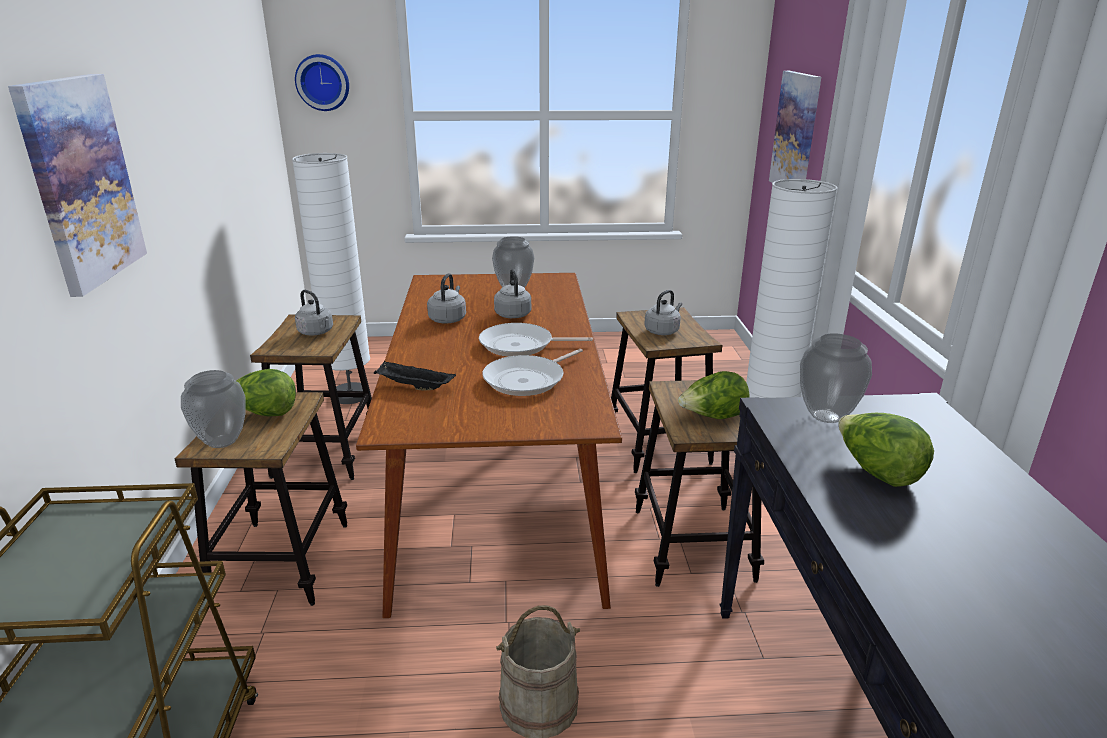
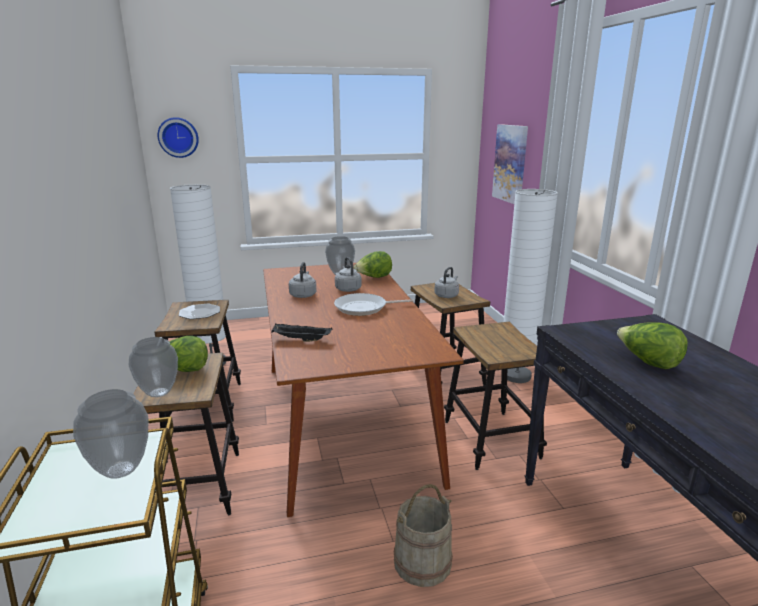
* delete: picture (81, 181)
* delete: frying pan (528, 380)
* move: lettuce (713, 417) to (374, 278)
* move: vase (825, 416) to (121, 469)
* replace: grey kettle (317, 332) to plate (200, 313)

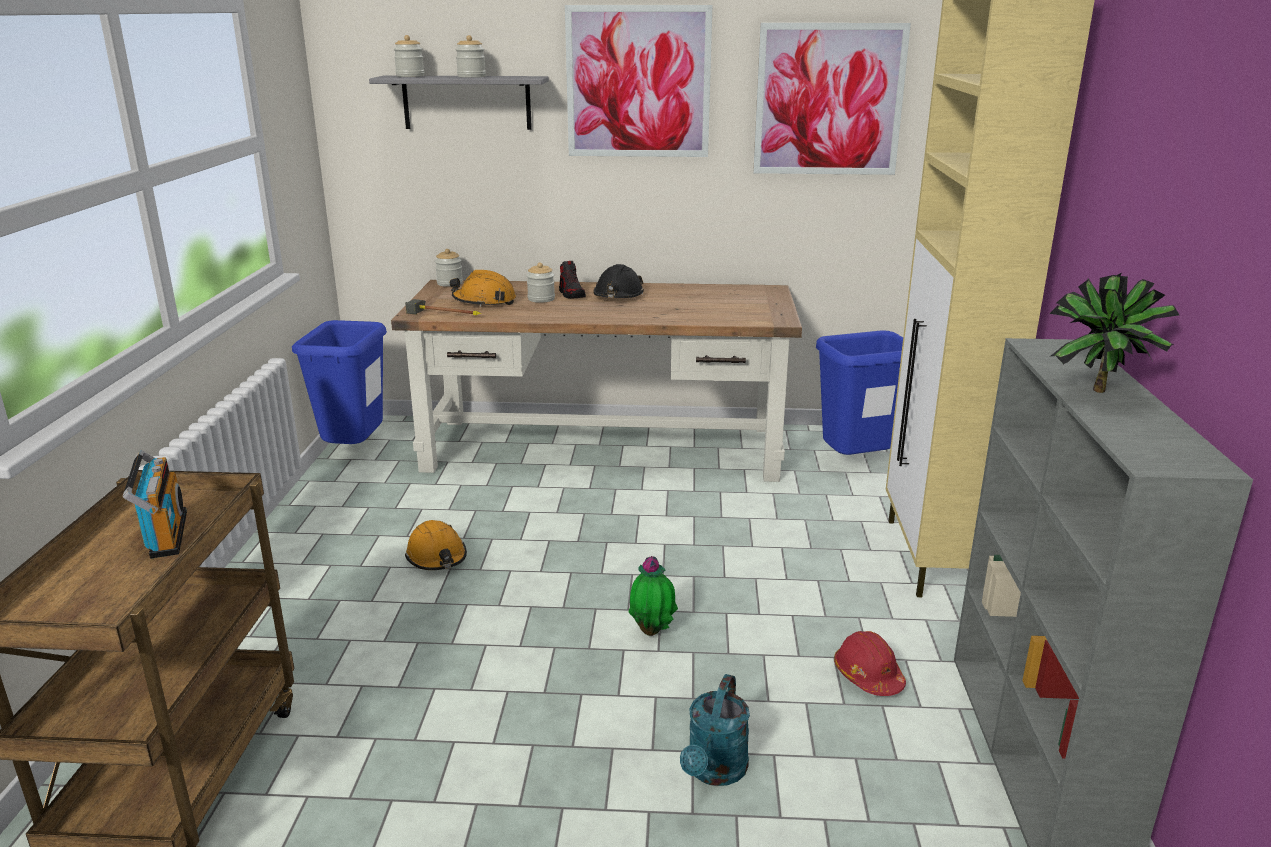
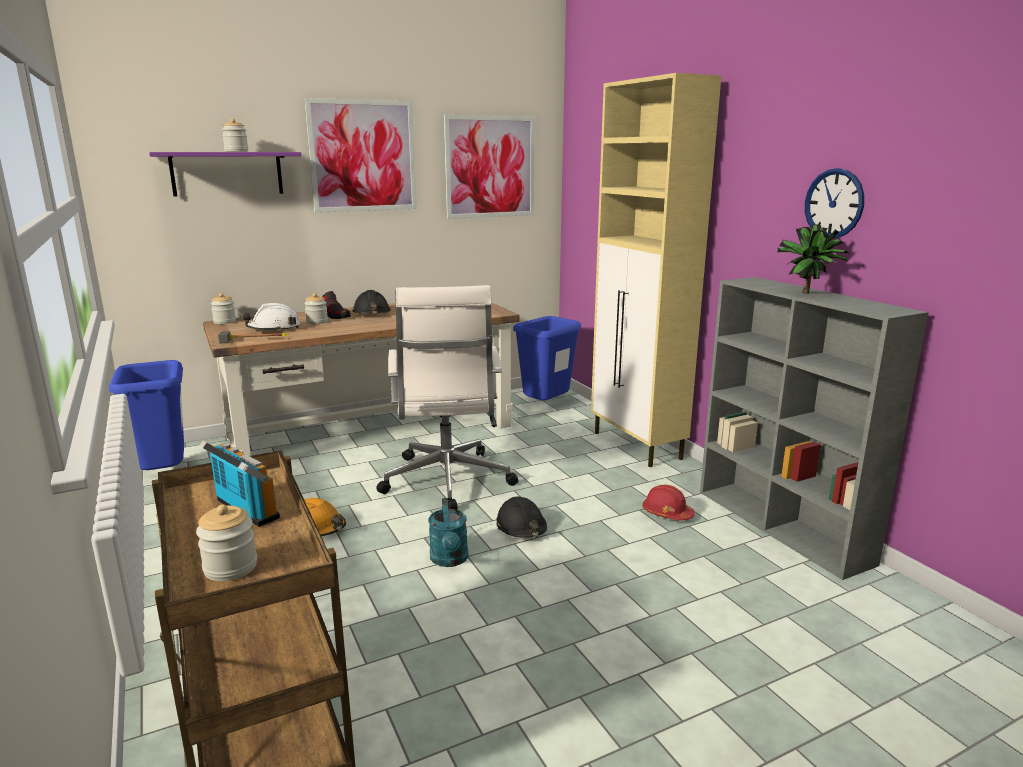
* insert: white office chair (447, 481)
* insert: wall clock (834, 203)
* move: jar (410, 76) to (230, 567)
* move: turquoise watering can (714, 772) to (450, 560)
* replace: potted plant (652, 631) to black hard hat (521, 527)
* recolor: grey shelf (467, 102) to purple shelf (227, 173)
* recolor: orange hard hat (484, 301) to white hard hat (273, 328)

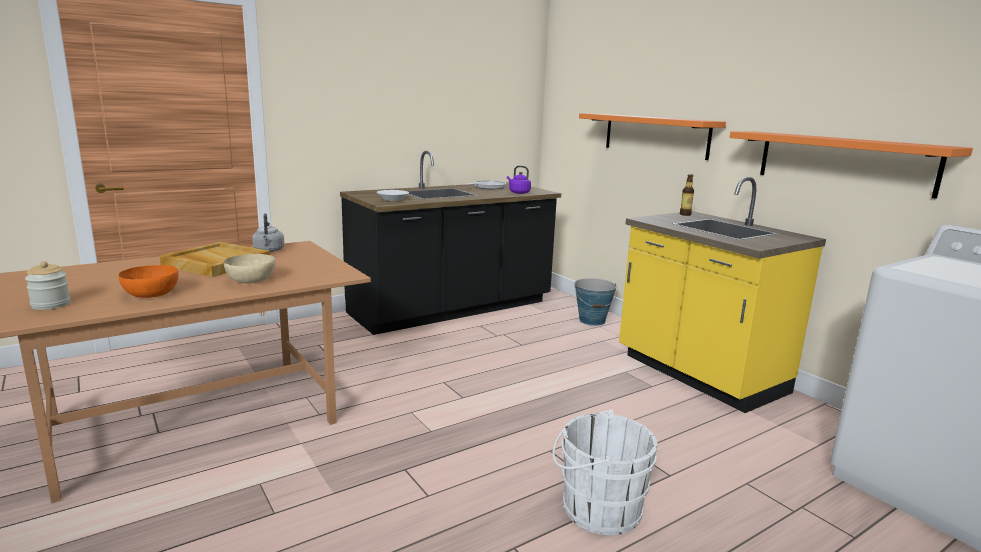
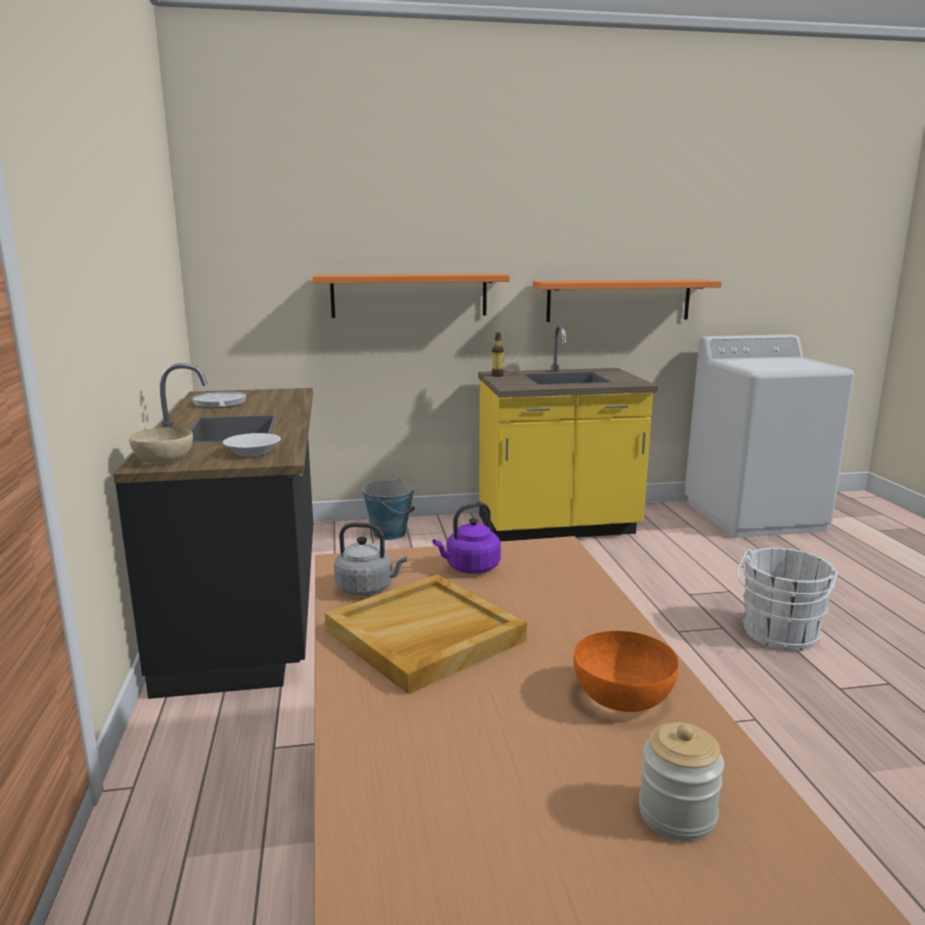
* move: beige bowl (251, 280) to (164, 460)
* move: purple kettle (518, 192) to (470, 568)

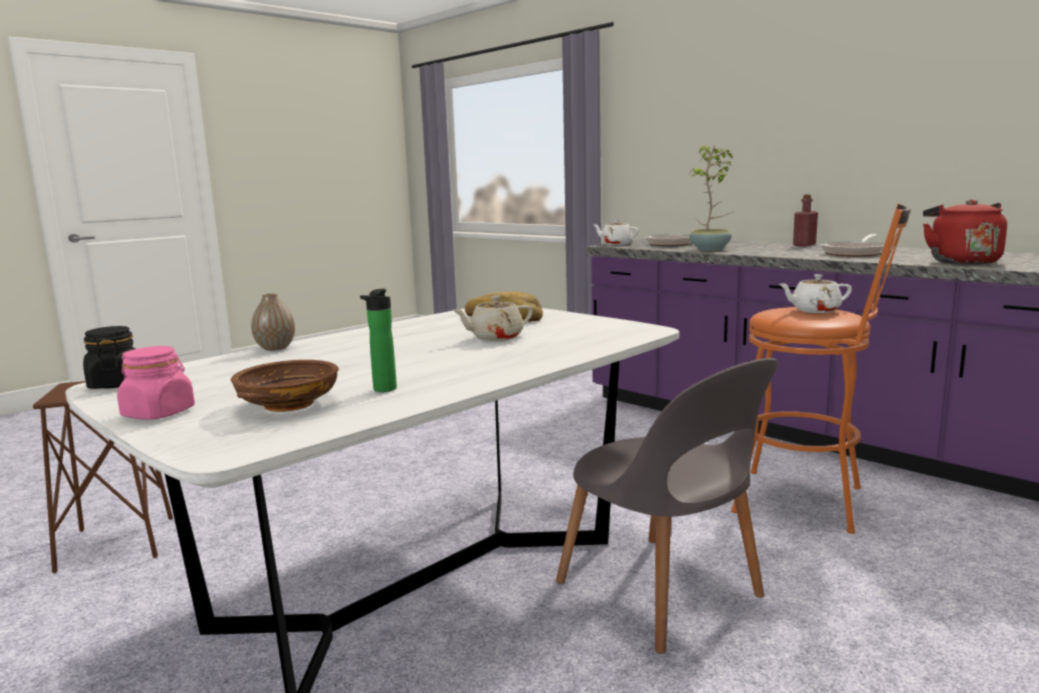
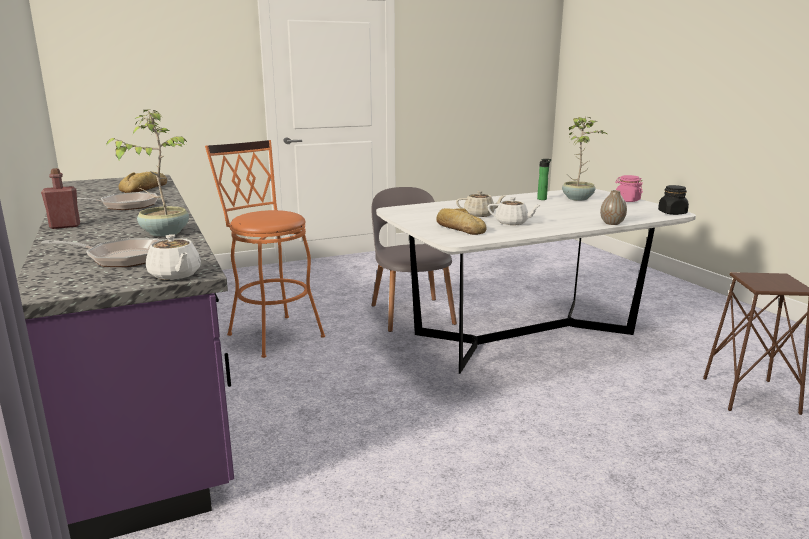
* move: white teapot (814, 310) to (512, 223)
* replace: brown bowl (289, 404) to potted plant (578, 198)
* replace: red kettle (961, 262) to bread (146, 188)

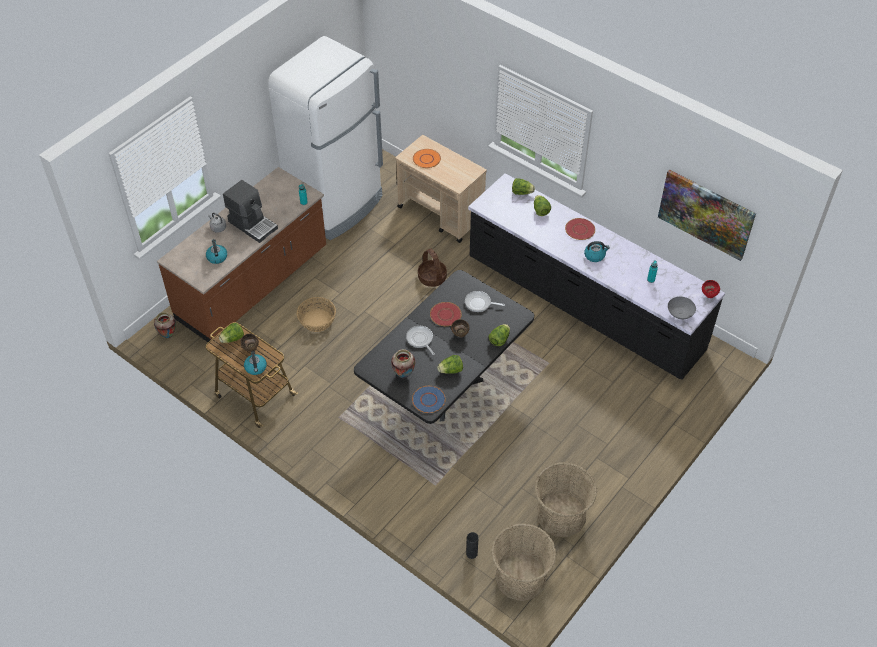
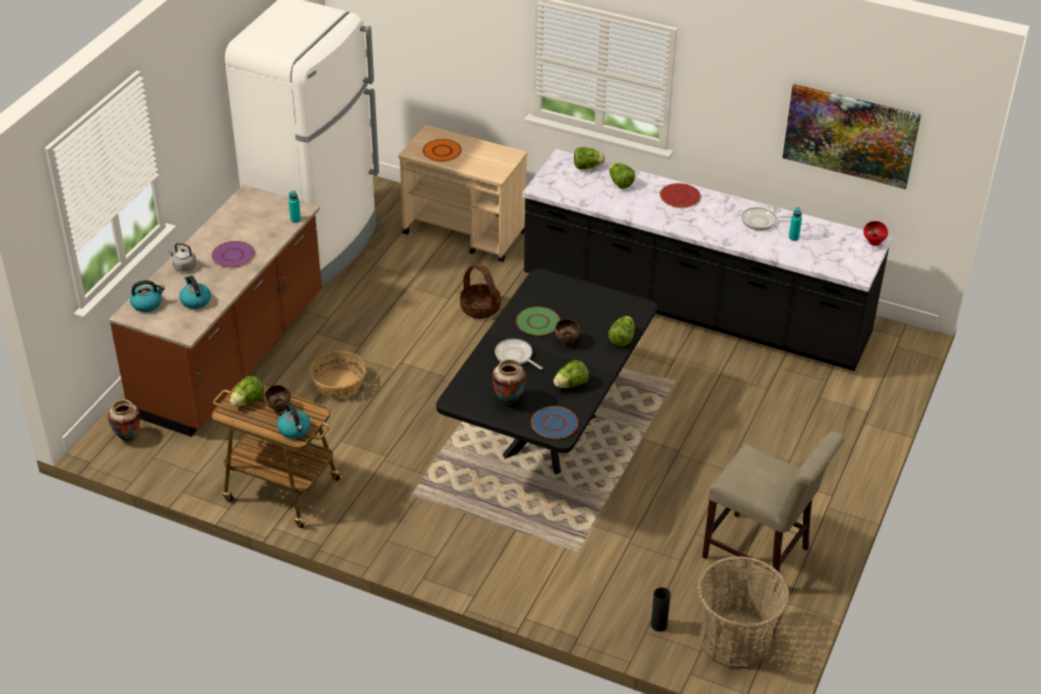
* delete: grey bowl (680, 313)
* move: frying pan (479, 303) to (761, 221)
* move: kettle (595, 255) to (147, 304)
* replace: coffee machine (253, 224) to purple plate (233, 255)
* replace: basket (561, 515) to beige chair (761, 555)
* recolor: red plate (445, 315) to green plate (538, 322)

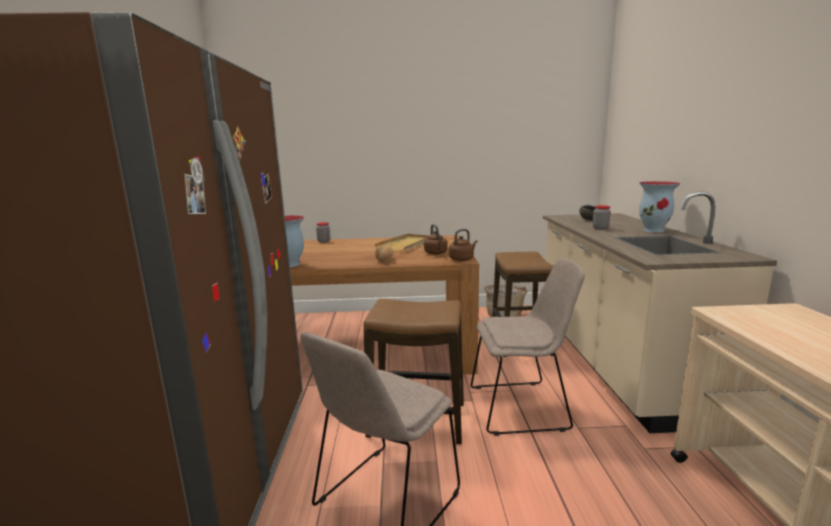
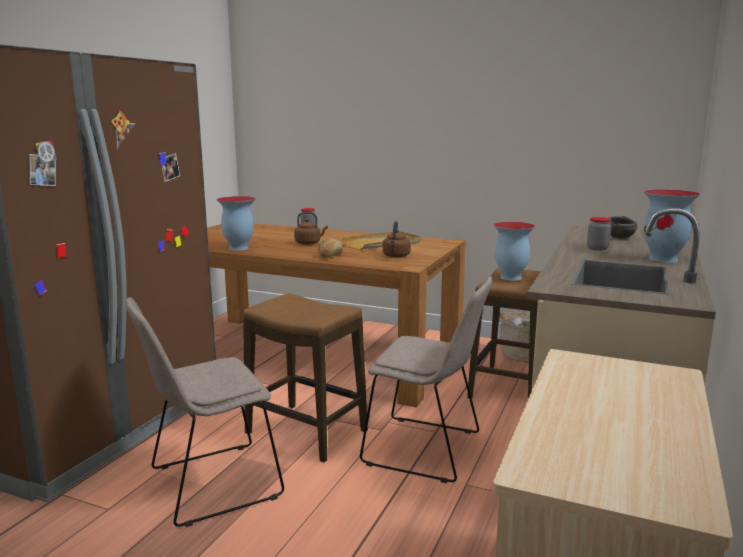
* insert: vase (510, 278)
* move: brown kettle (462, 259) to (309, 243)

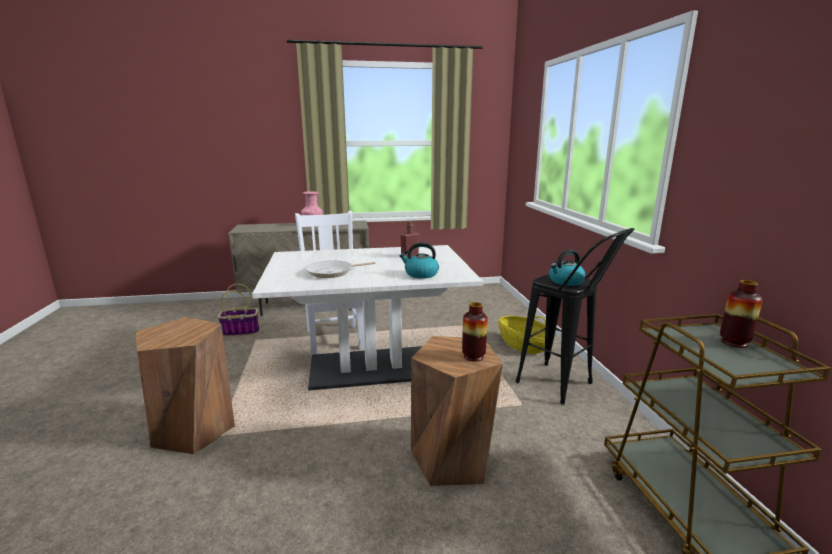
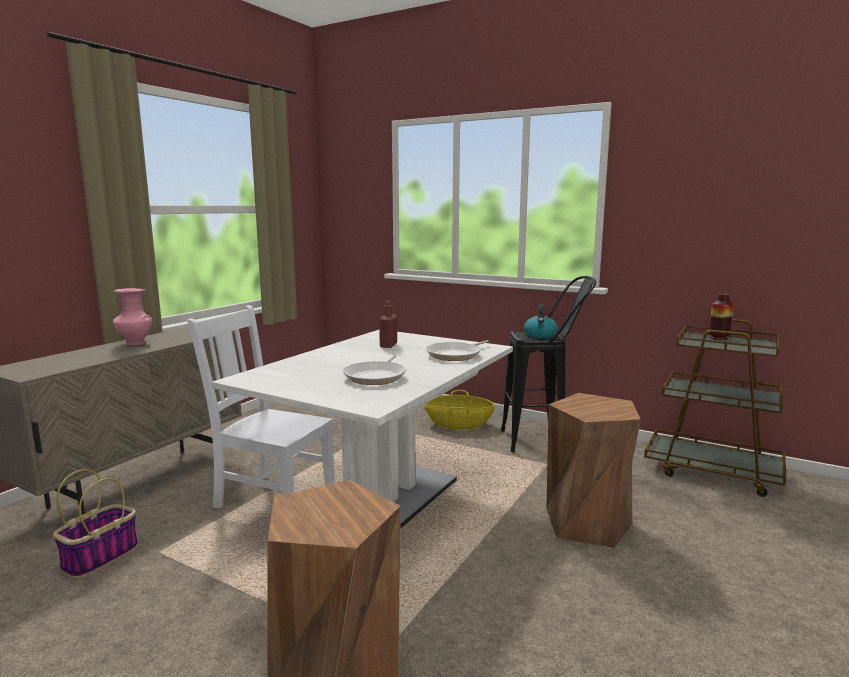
* delete: vase (473, 356)
* replace: kettle (420, 274) to frying pan (456, 355)

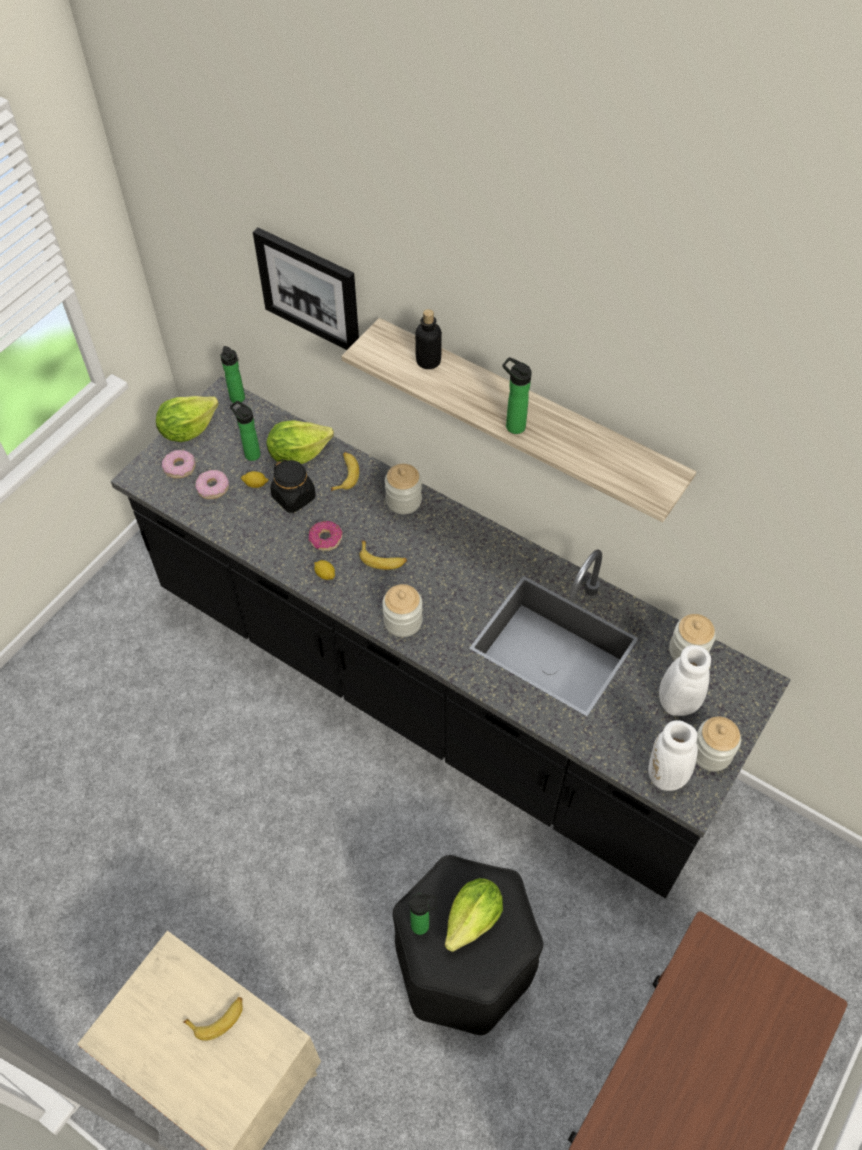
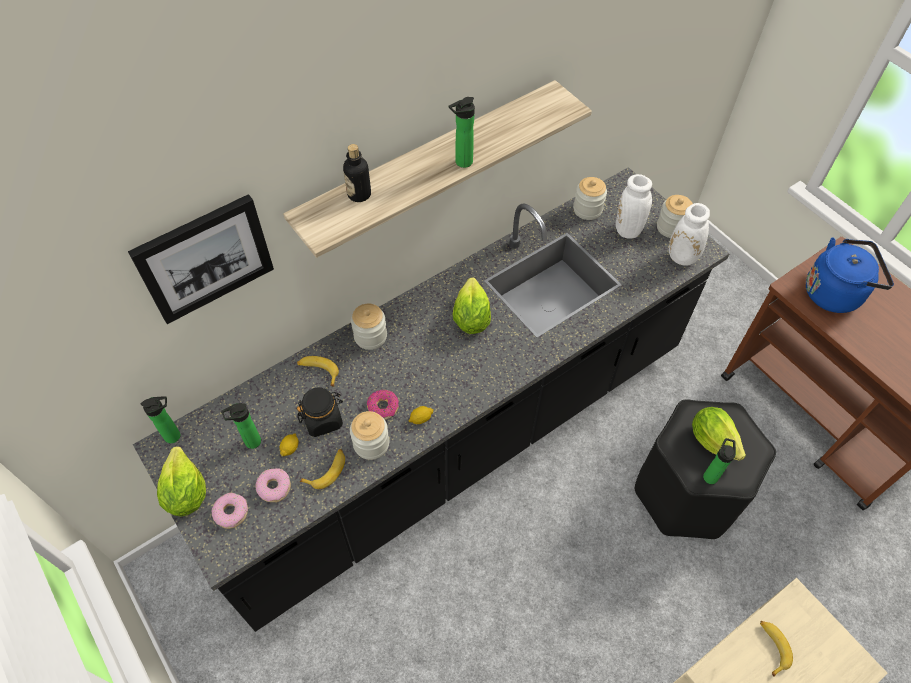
* insert: blue kettle (835, 293)
* move: lettuce (298, 454) to (471, 318)
* move: banana (382, 559) to (327, 471)
* move: jar (403, 621) to (371, 444)

